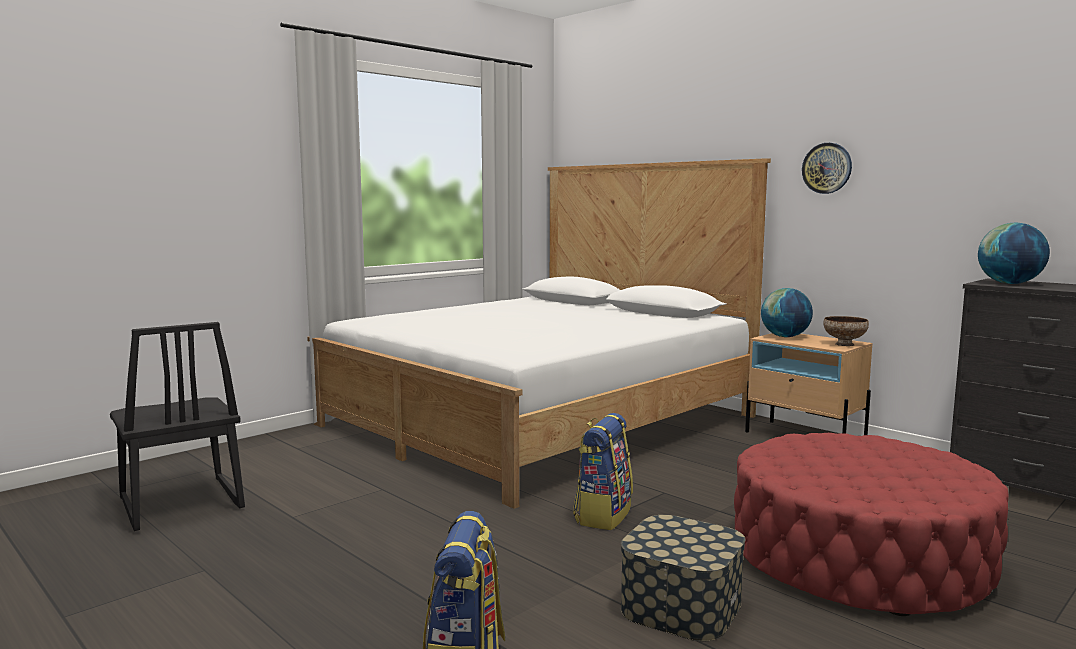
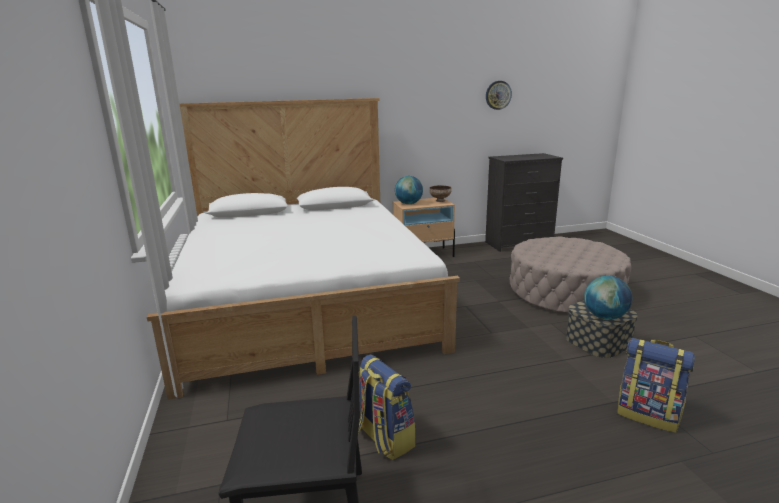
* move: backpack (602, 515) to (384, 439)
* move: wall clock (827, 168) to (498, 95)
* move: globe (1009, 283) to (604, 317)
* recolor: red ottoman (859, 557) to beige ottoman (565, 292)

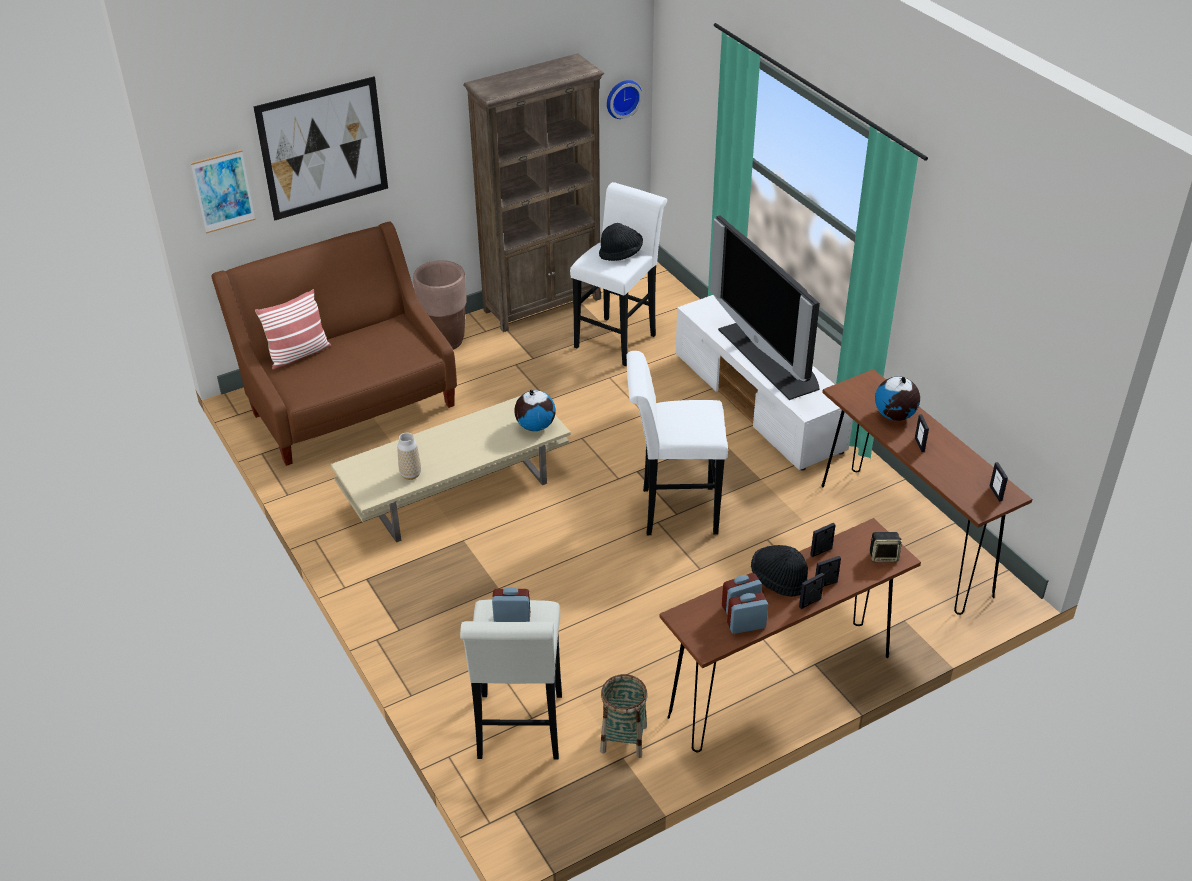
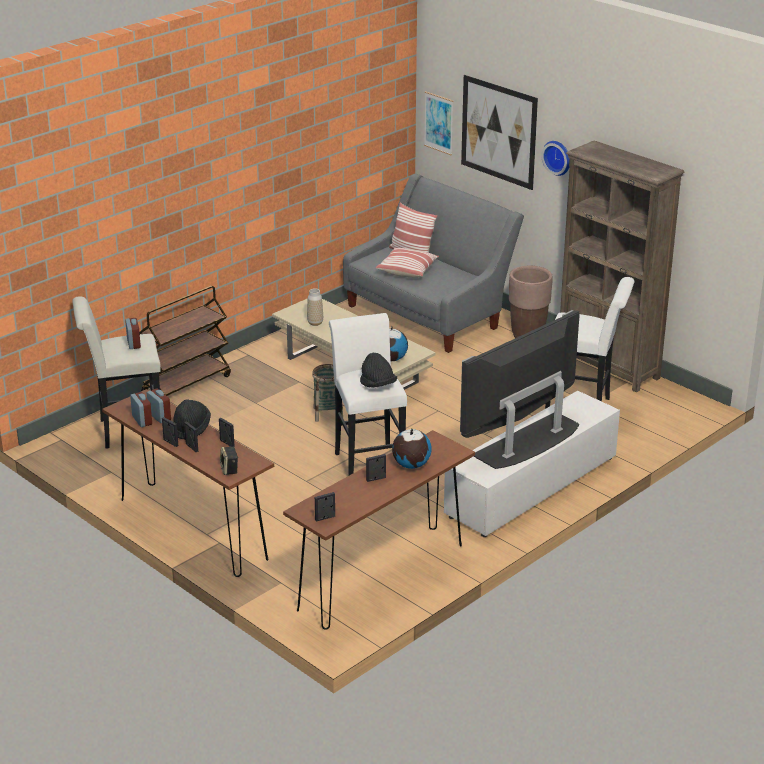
* insert: brown cart (186, 384)
* insert: pillow (407, 270)
* move: black hat (621, 253) to (377, 385)
* move: basket (623, 738) to (328, 414)
* move: wall clock (622, 98) to (558, 157)
* recolor: brown sofa (349, 403) to grey sofa (429, 313)

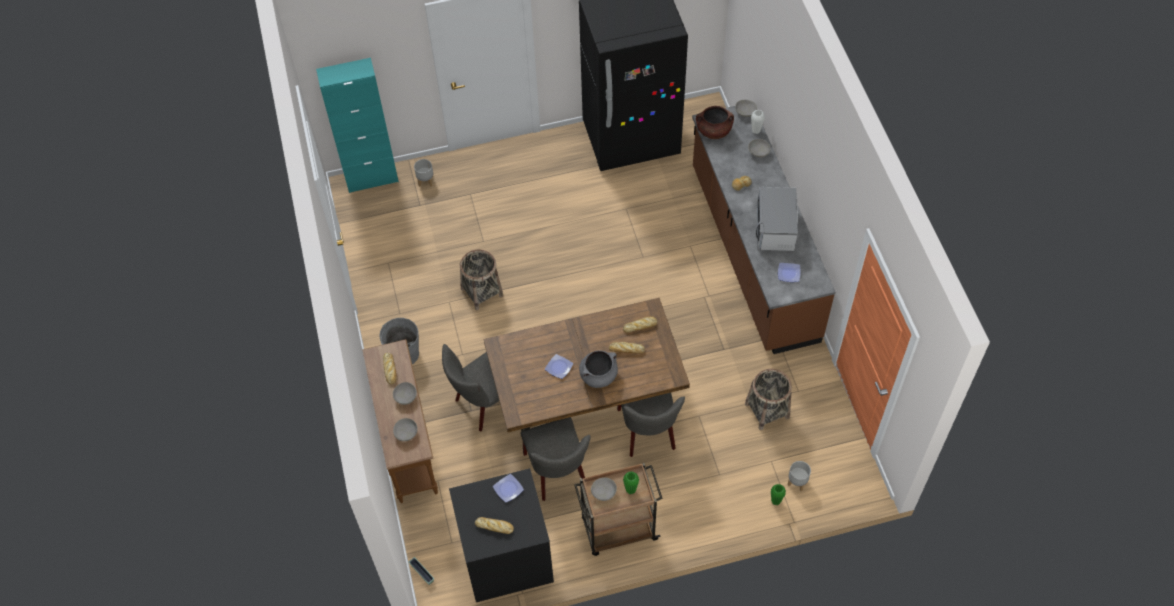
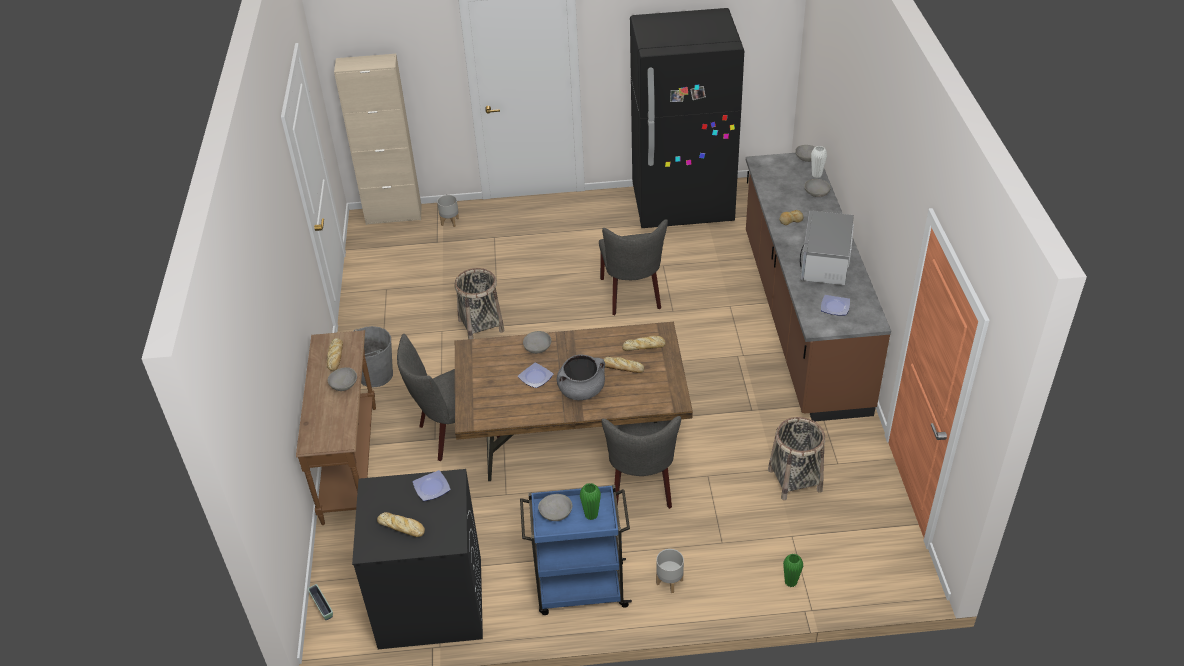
* delete: brown cooking pot (713, 131)
* move: grey bowl (406, 433) to (538, 348)
* move: grey chair (557, 473) to (632, 296)
* move: grey planter (797, 482) to (669, 582)
* recolor: turquoise cabinet (372, 178) to beige cabinet (393, 215)
* recolor: brown cart (618, 529) to blue cart (579, 589)

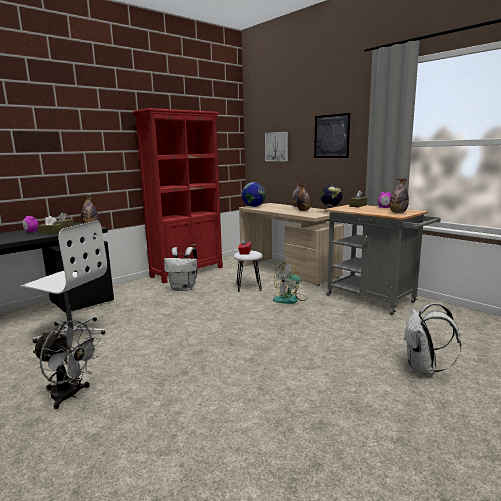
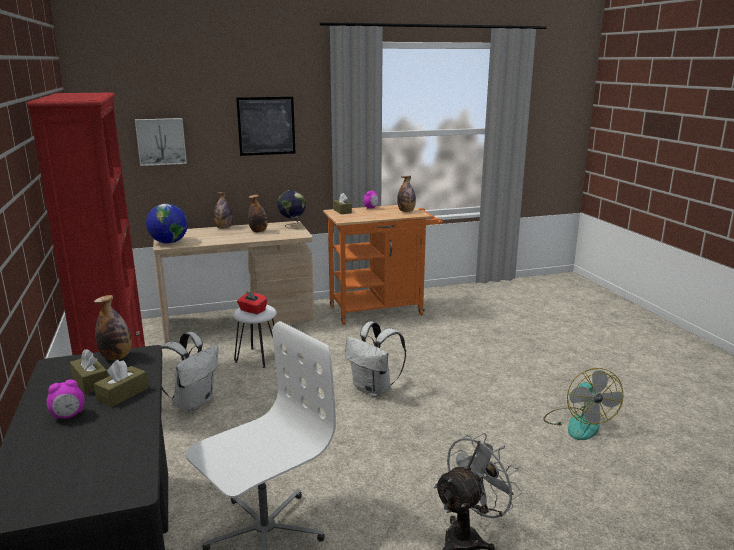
* move: fan (290, 299) to (578, 423)
* move: white backpack (423, 369) to (374, 389)
* recolor: grey cart (375, 300) to orange cart (381, 309)

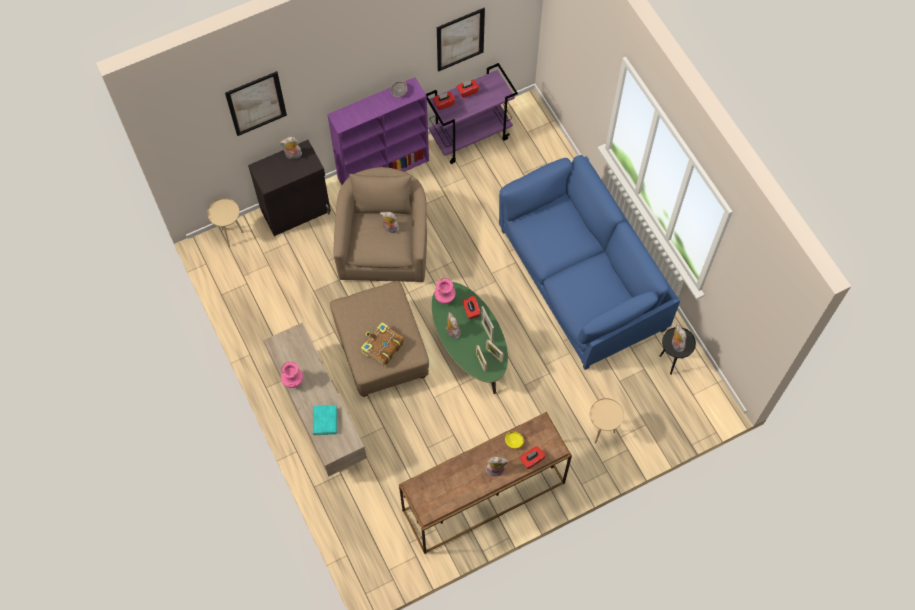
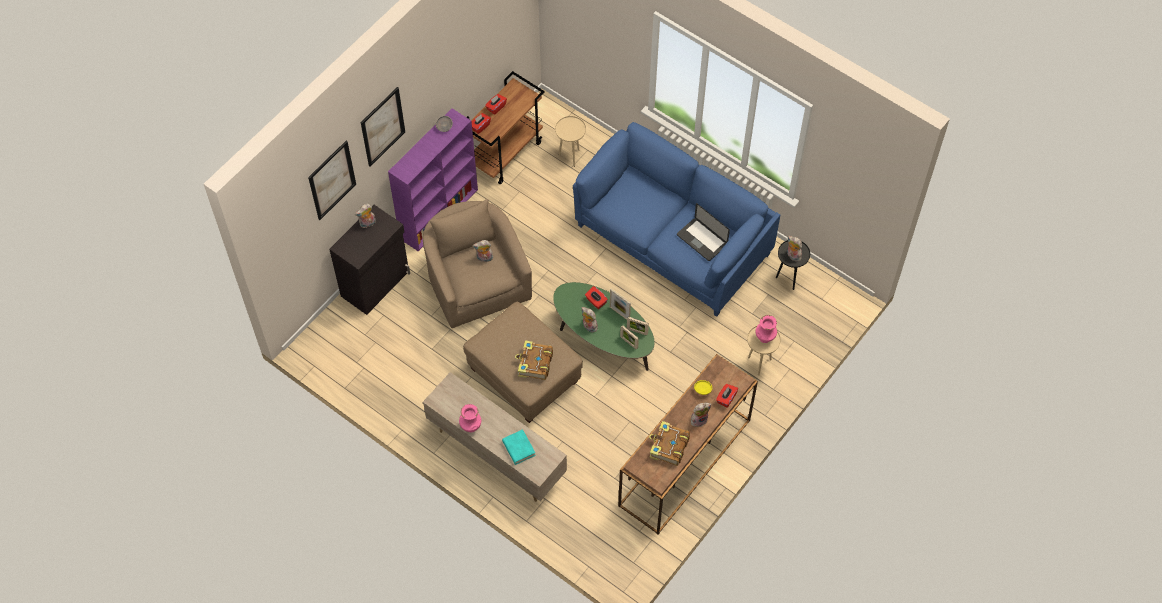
* insert: book (668, 447)
* insert: laptop (702, 240)
* move: beige side table (231, 235) to (570, 156)
* move: pink vase (445, 299) to (765, 338)
* move: picture (460, 39) to (382, 127)
* recolor: purple cart (470, 136) to brown cart (505, 153)

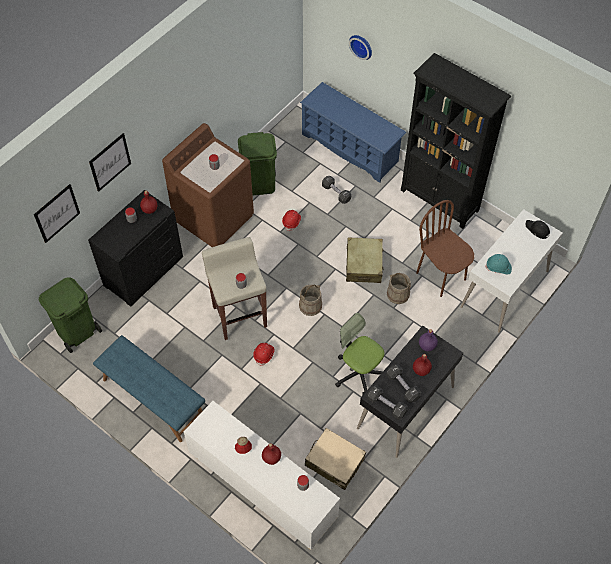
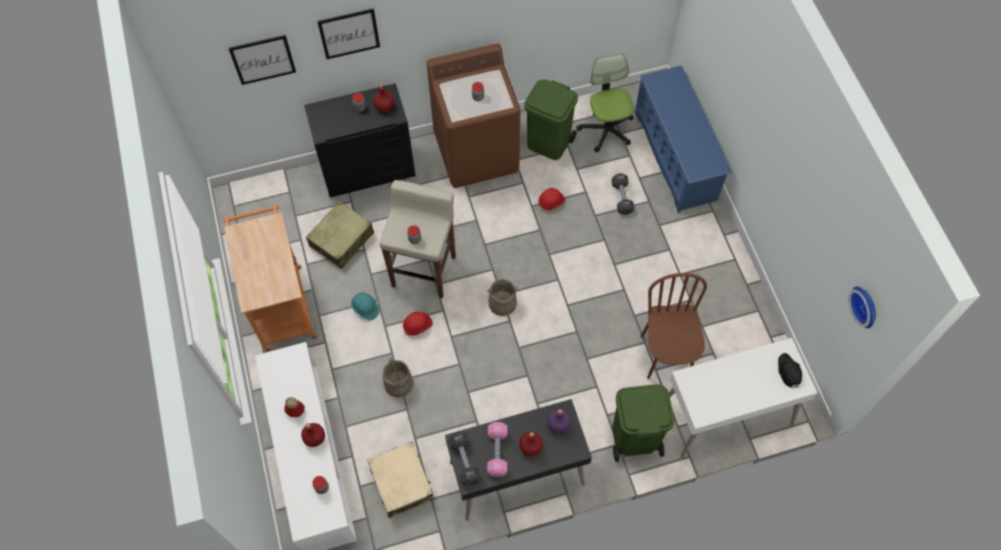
* delete: black bookcase (440, 200)
* move: green trash can (76, 332) to (634, 438)
* move: office chair (359, 372) to (606, 129)
* move: beige suitcase (364, 264) to (342, 239)
* move: wall clock (362, 46) to (865, 306)
* move: beige bucket (398, 294) to (398, 383)
* move: turquoise hard hat (498, 268) to (365, 308)
* replace: blue bench (153, 398) to orange cart (281, 302)
* recolor: black dumbbell (402, 386) to pink dumbbell (497, 452)

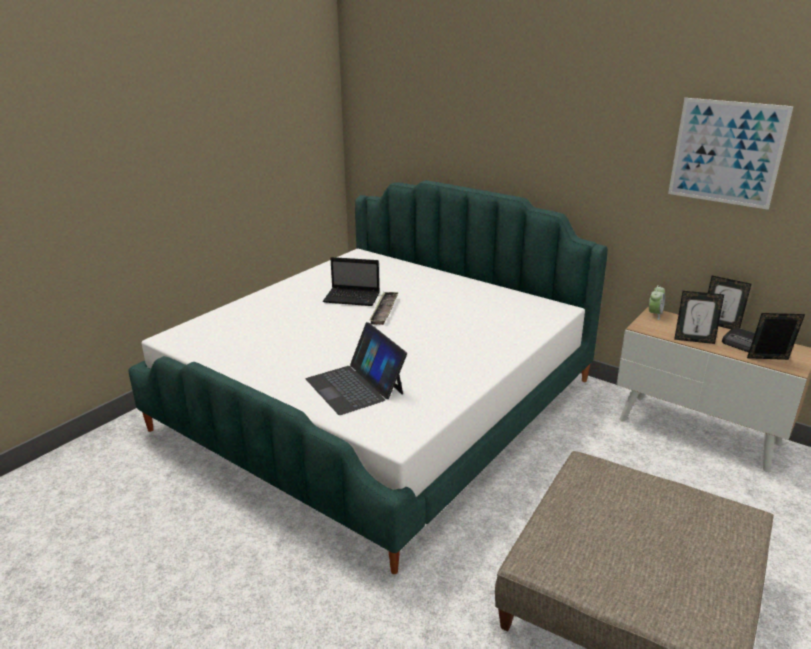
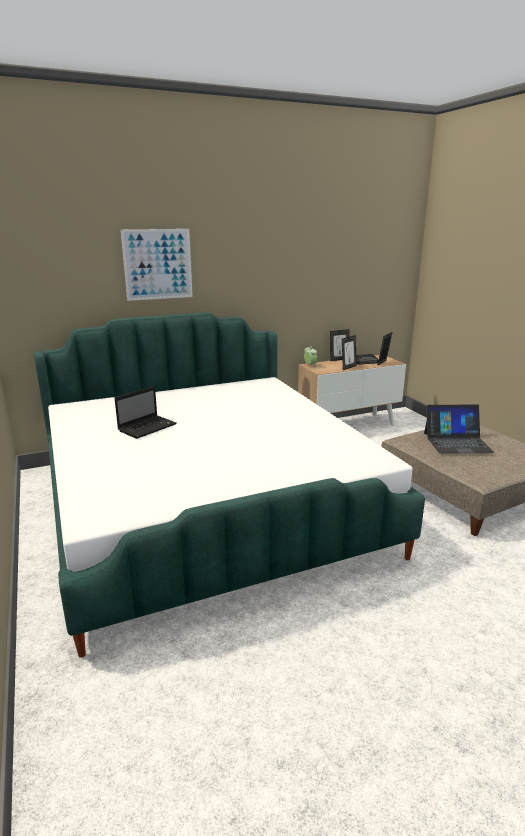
* delete: tray (384, 311)
* move: laptop (355, 386) to (457, 442)
* move: picture (726, 153) to (158, 264)

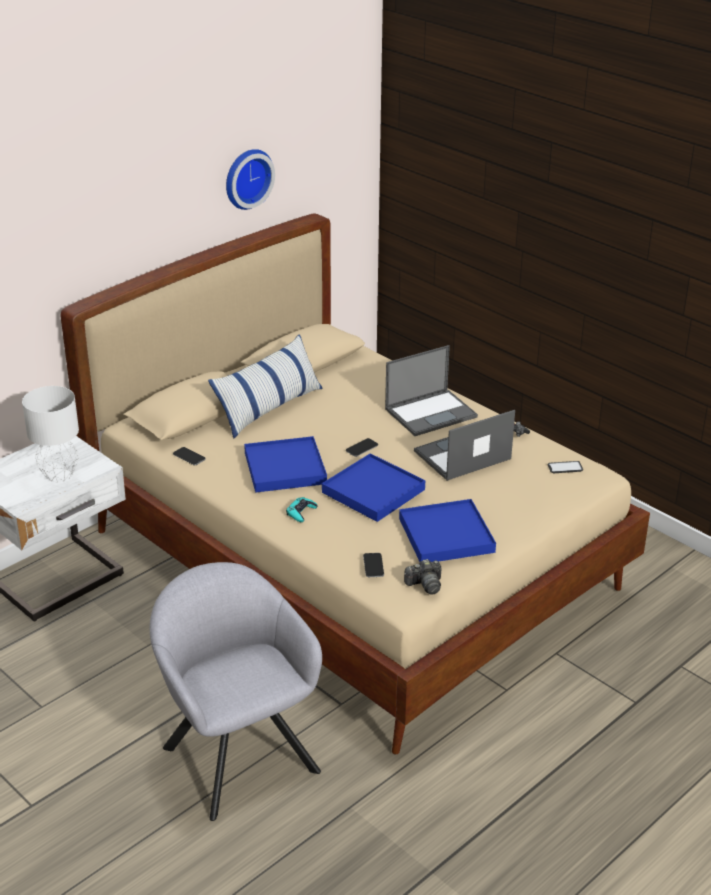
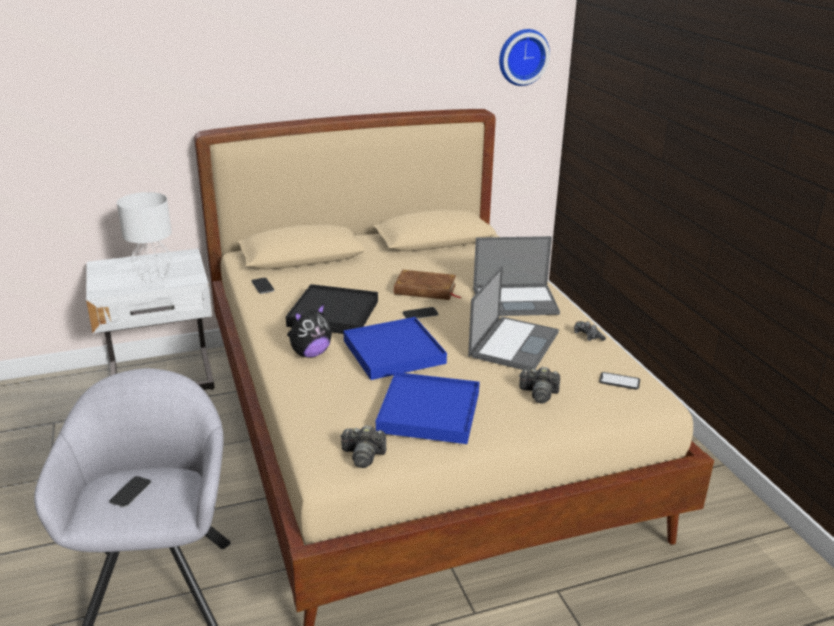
* delete: pillow (269, 408)
* insert: brown book (425, 289)
* insert: photo camera (539, 394)
* move: wall clock (246, 178) to (522, 56)
* move: phone (373, 566) to (130, 492)
* replace: turquoise game controller (301, 512) to plush toy (310, 354)
* recolor: blue tray (285, 468) to black tray (333, 314)
* rotate: laptop (461, 456) = (514, 343) 120 degrees clockwise

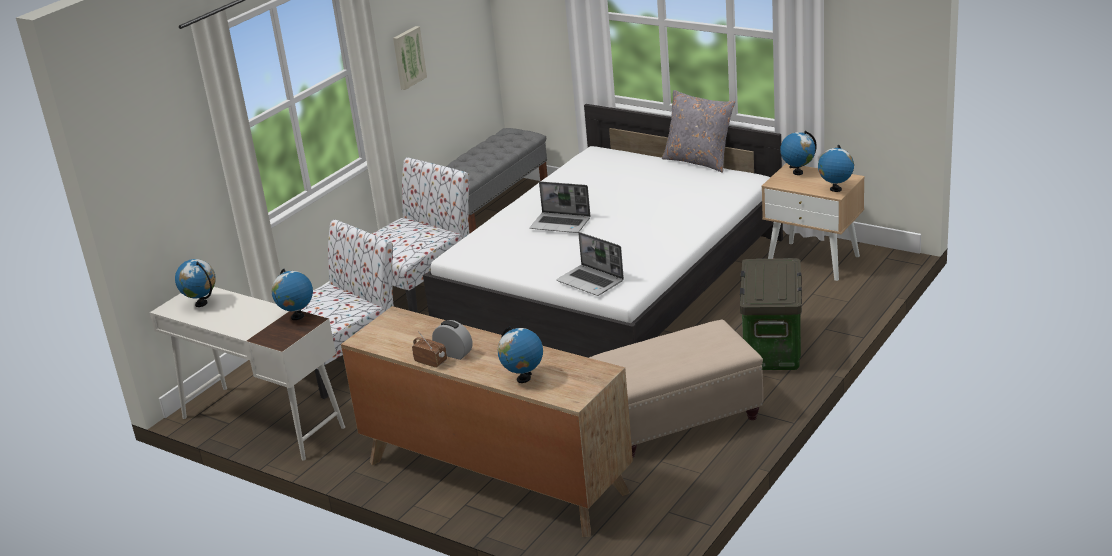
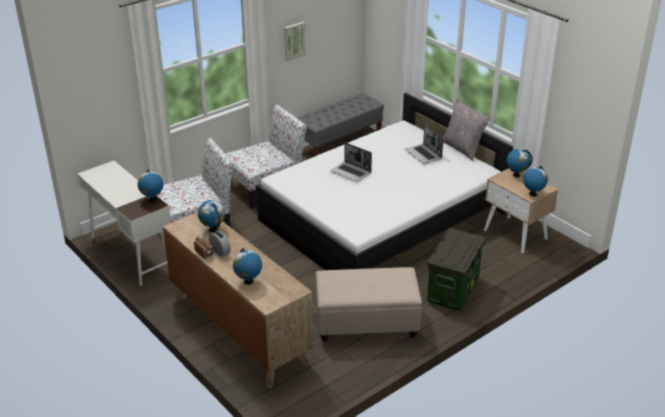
* move: globe (201, 303) to (213, 229)
* move: laptop (591, 281) to (424, 154)

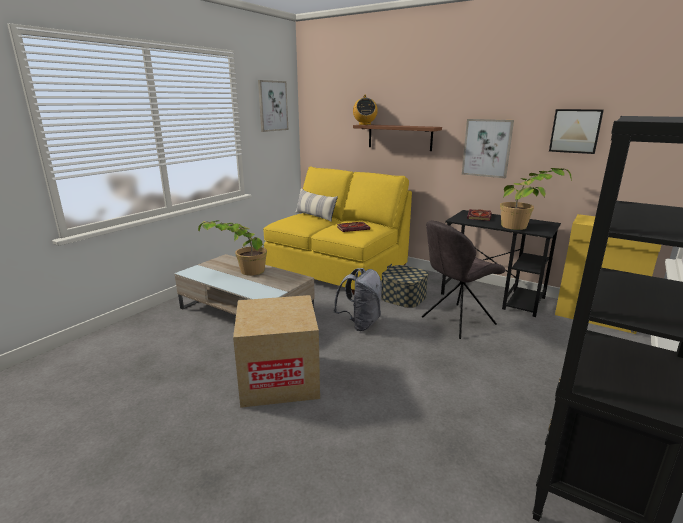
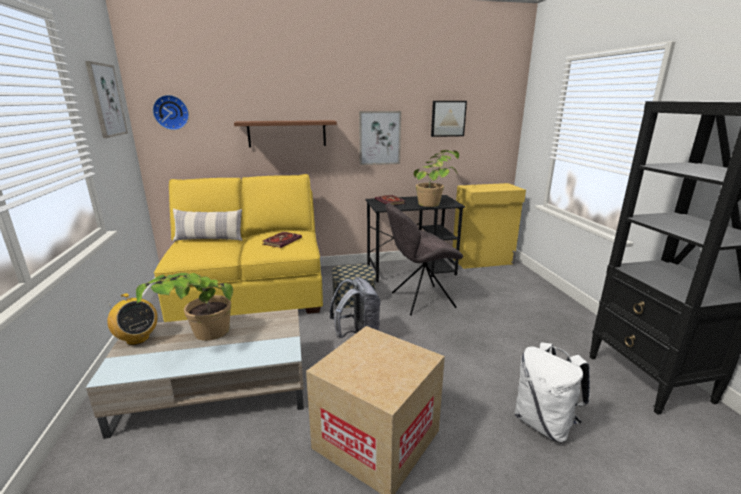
* insert: wall clock (171, 112)
* insert: white backpack (544, 423)
* move: radio (364, 124) to (137, 339)
* rotate: grey chair (456, 321) = (420, 300) 60 degrees clockwise

